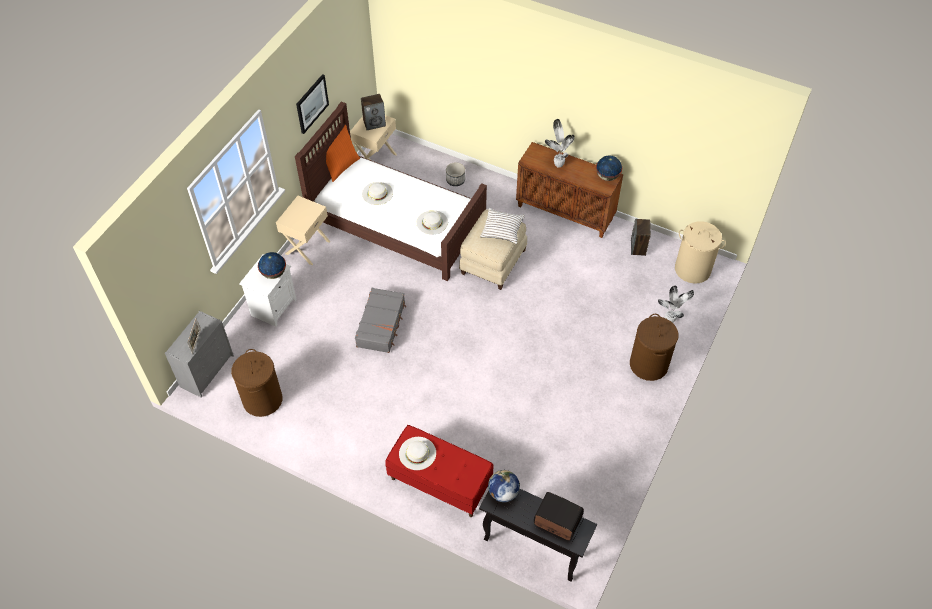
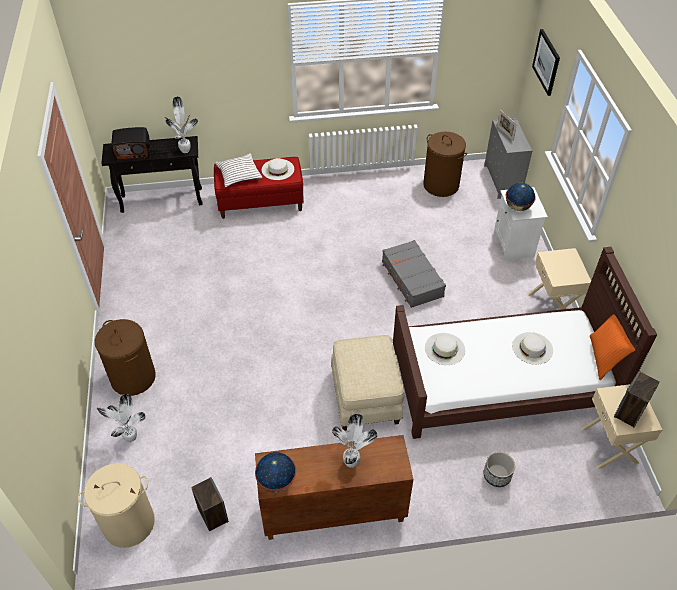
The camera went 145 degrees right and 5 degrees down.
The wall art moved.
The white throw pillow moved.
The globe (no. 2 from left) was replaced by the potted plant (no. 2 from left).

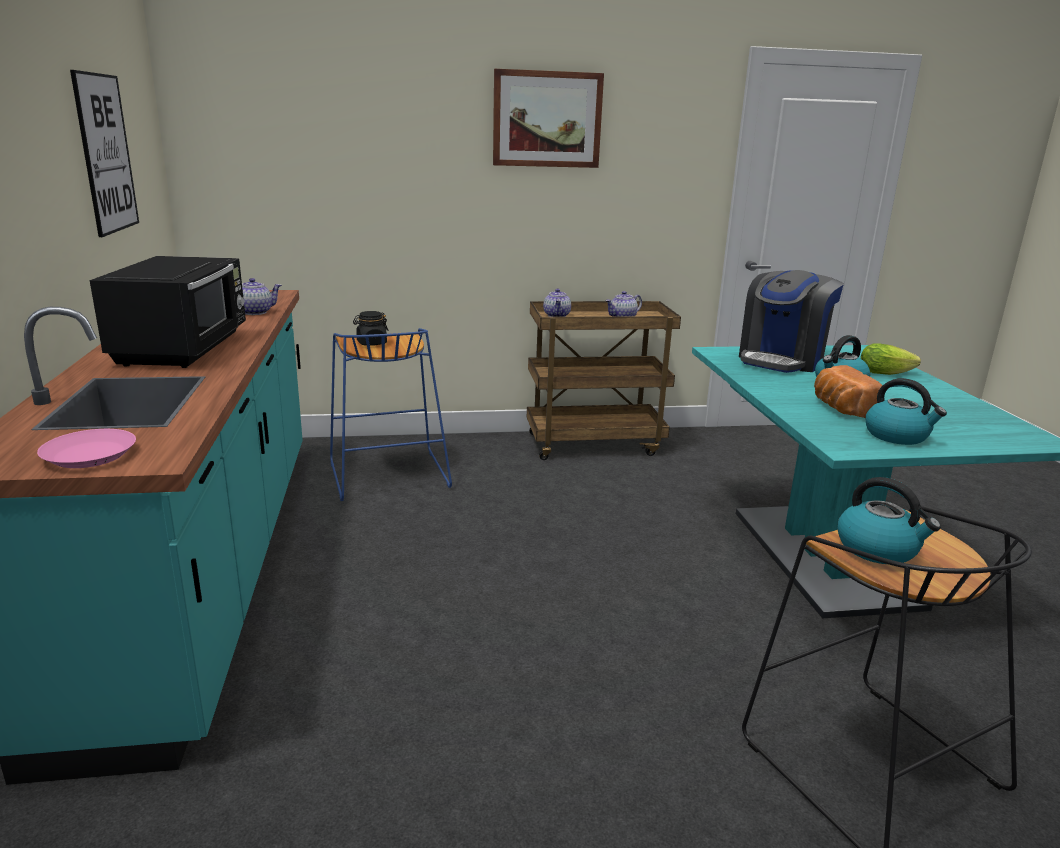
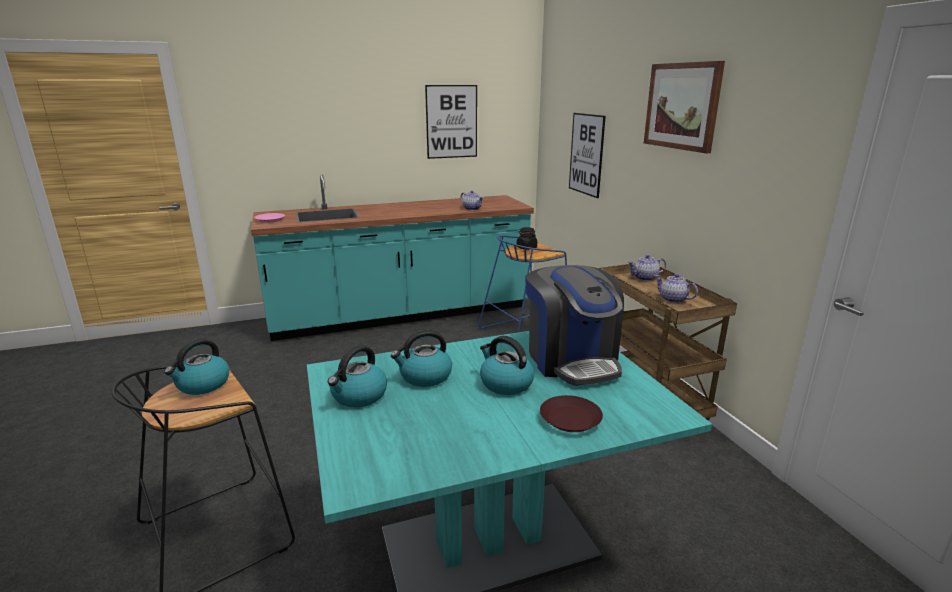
The camera went 80 degrees right and 0 degrees up.
The blackish microwave disappeared.
The wall art (no. 2 from left) appeared.
The bakery bread was replaced by the kettle (no. 3 from left).
The head of lettuce was replaced by the brownish dinner plate.
The coffee maker turned 135 degrees counterclockwise.

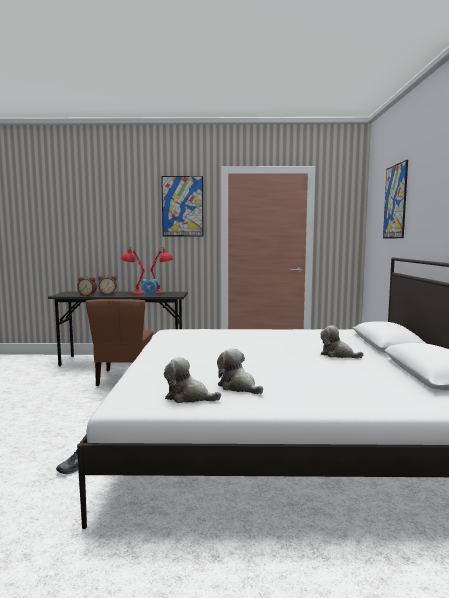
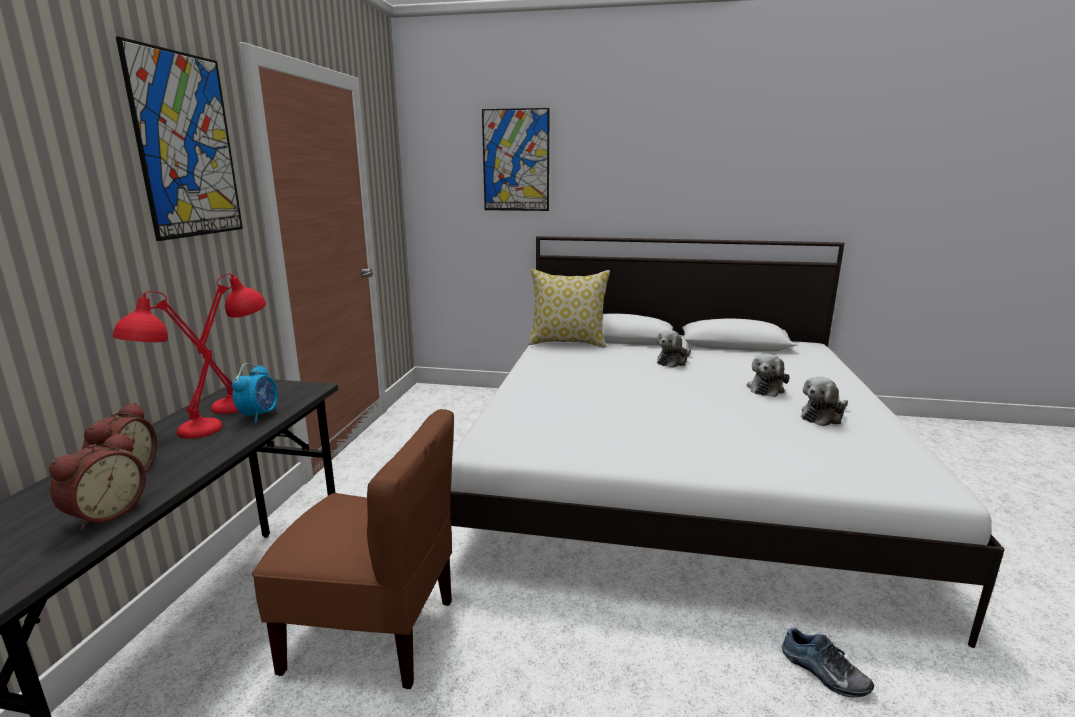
The camera went 80 degrees left and 10 degrees up.
The throw pillow appeared.
The cuddly toy (no. 1 from left in the first image) moved.

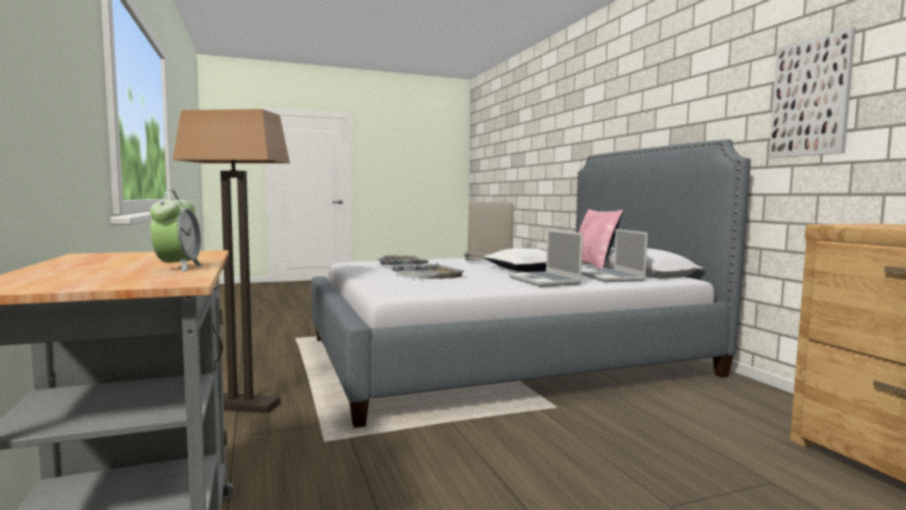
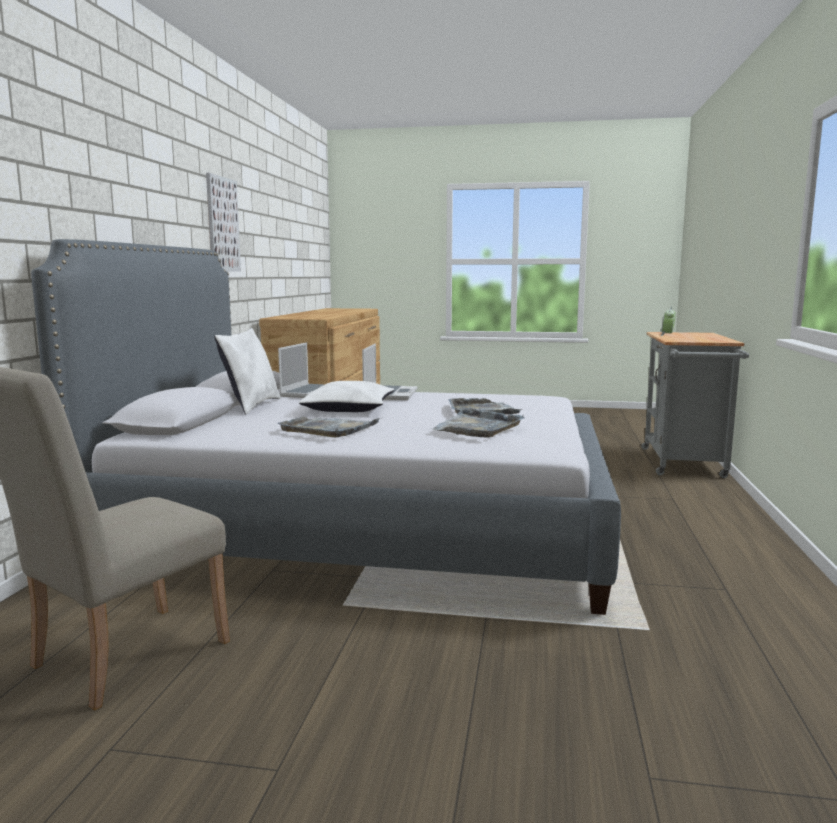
The camera went 150 degrees left and 5 degrees up.
The floor lamp disappeared.
The pink throw pillow became the white throw pillow (no. 1 from left).

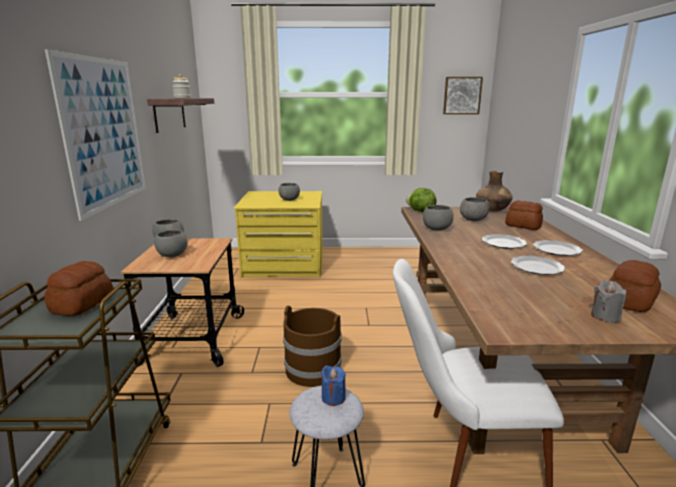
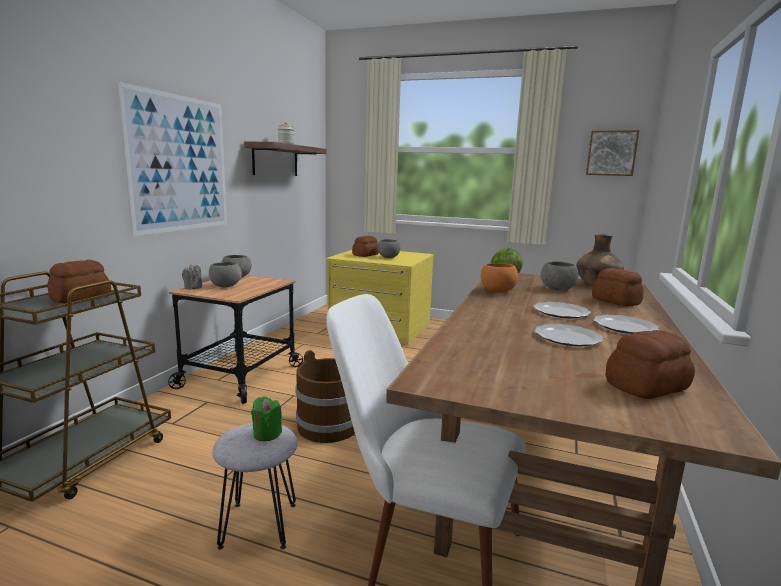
The camera went 20 degrees right and 5 degrees down.
The bakery bread (no. 2 from left) appeared.
The gray wax light moved.
The blue wax light became the green-coloured wax light.
The gray serving bowl (no. 4 from left) became the orange-coloured serving bowl.

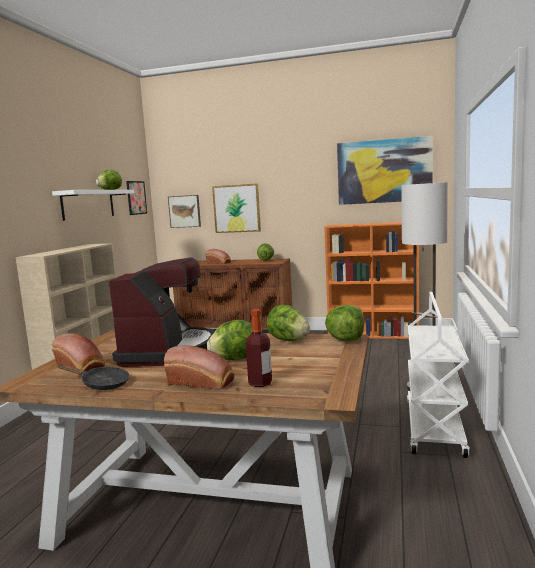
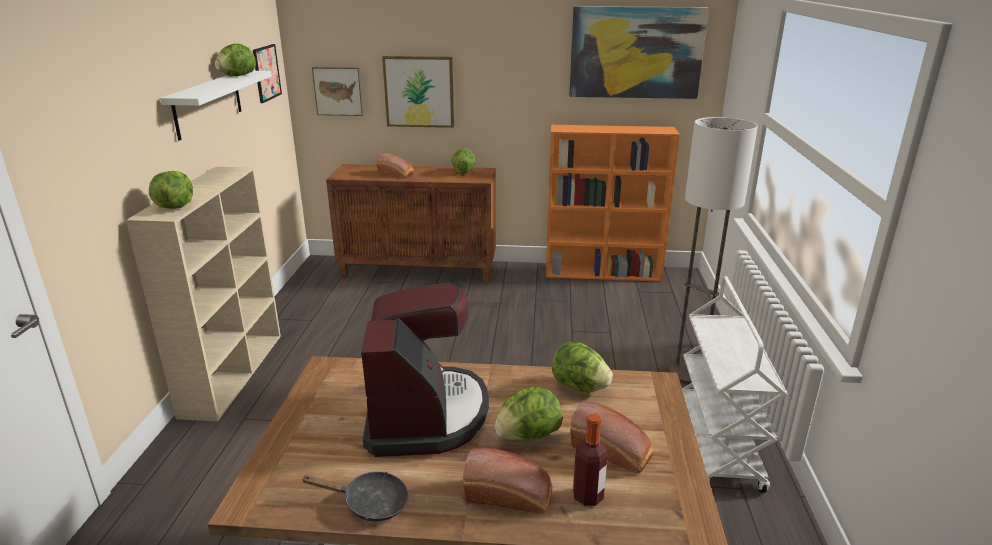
The camera went 10 degrees left and 15 degrees up.
The bakery bread (no. 1 from left in the first image) moved.
The head of lettuce (no. 5 from left in the first image) moved.

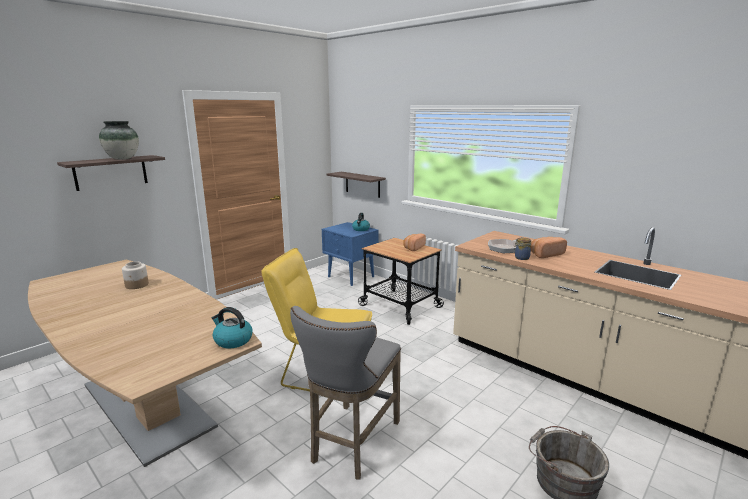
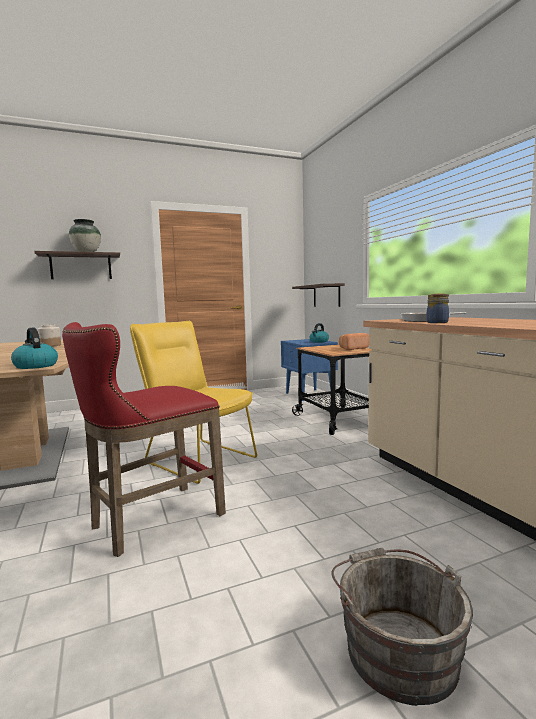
The camera went 25 degrees right and 10 degrees down.
The bakery bread (no. 2 from left) disappeared.
The gray sitting stool became the red-coloured sitting stool.

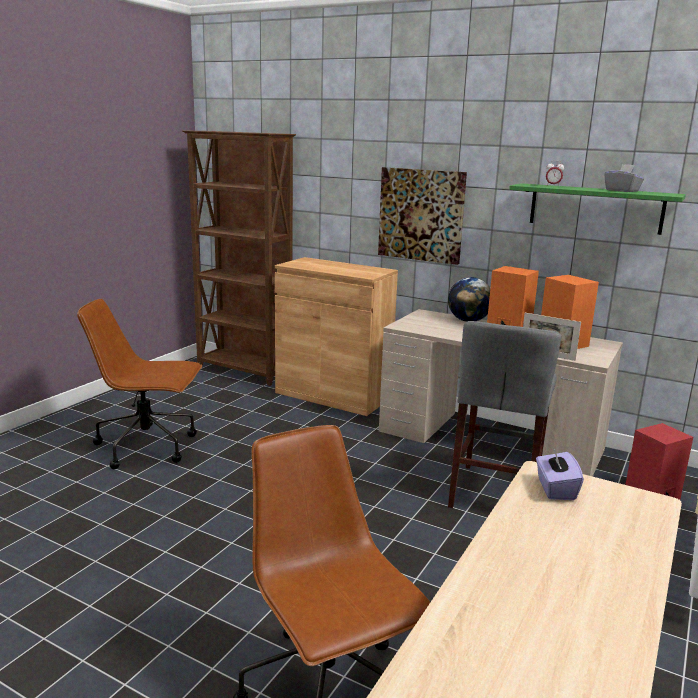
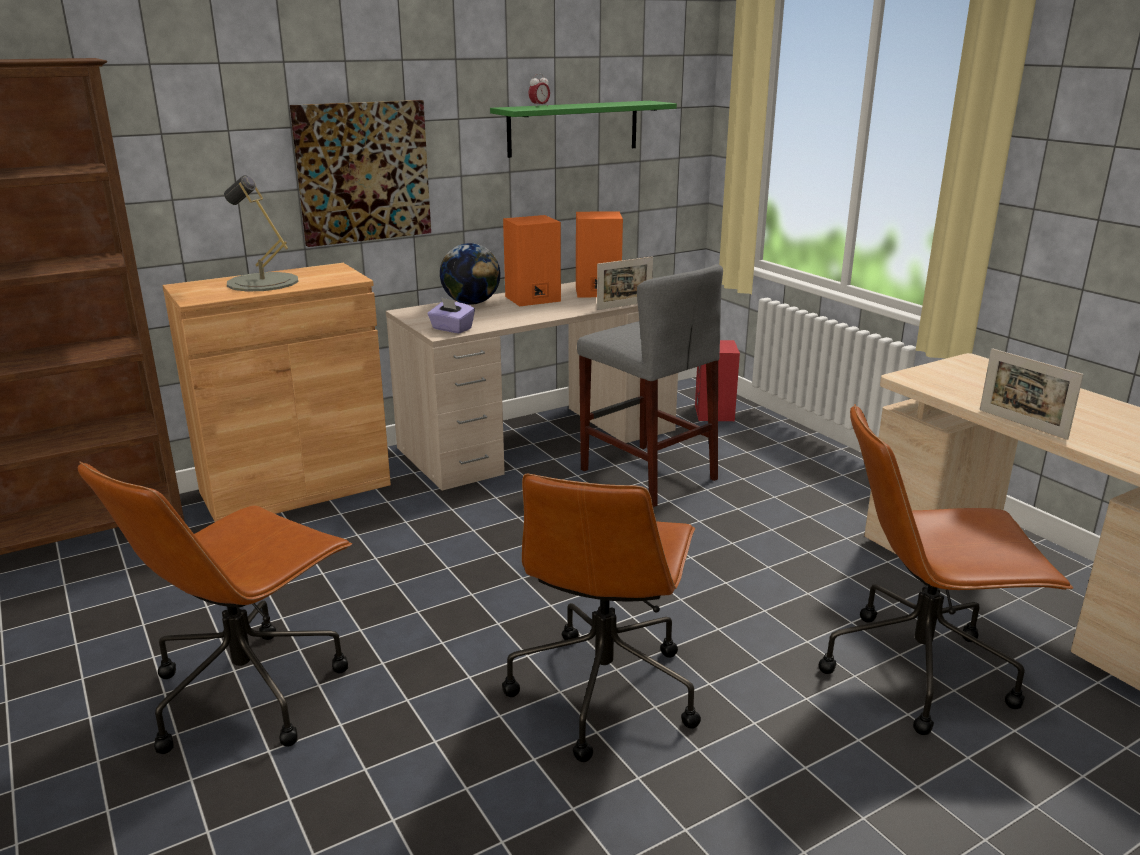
The camera went 60 degrees left and 5 degrees up.
The gray tissue box disappeared.
The gray lamp for a table appeared.
The brownish desk chair (no. 2 from left) appeared.
The picture frame (no. 2 from left) appeared.
The purple-coloured tissue box moved.

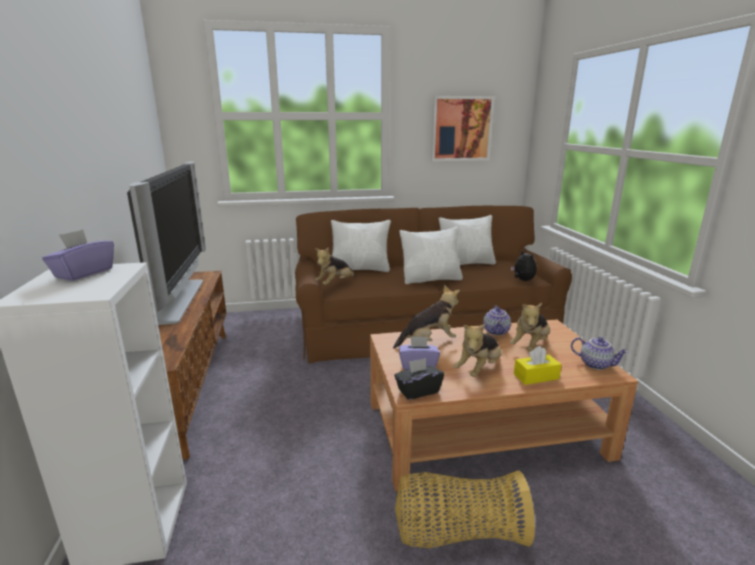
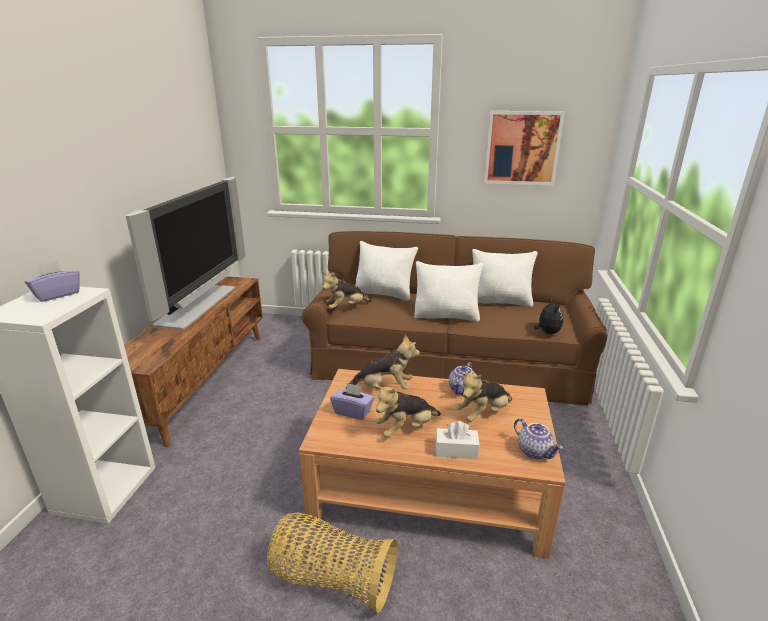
The camera went 20 degrees right and 5 degrees up.
The blackish tissue box disappeared.
The yellowish tissue box became the white tissue box.

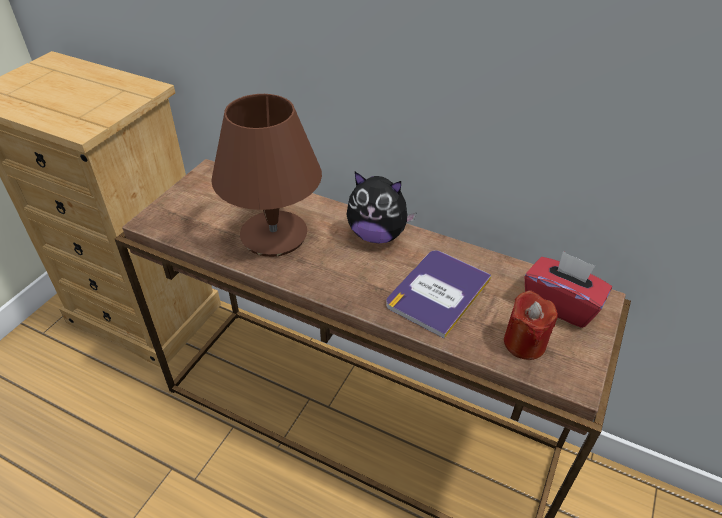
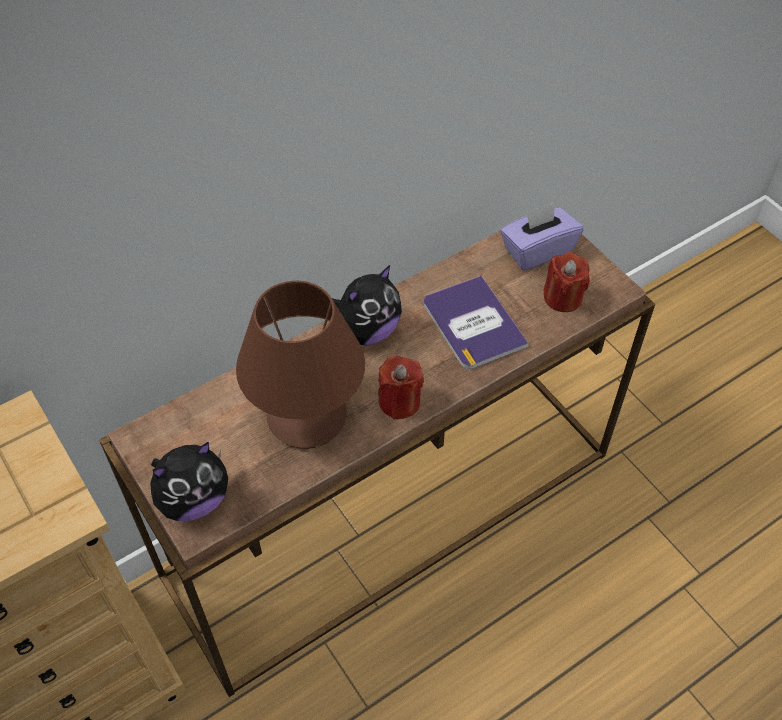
The camera went 60 degrees left and 10 degrees up.
The cuddly toy (no. 1 from left) appeared.
The red-coloured wax light (no. 1 from left) appeared.
The red-coloured tissue box became the purple-coloured tissue box.

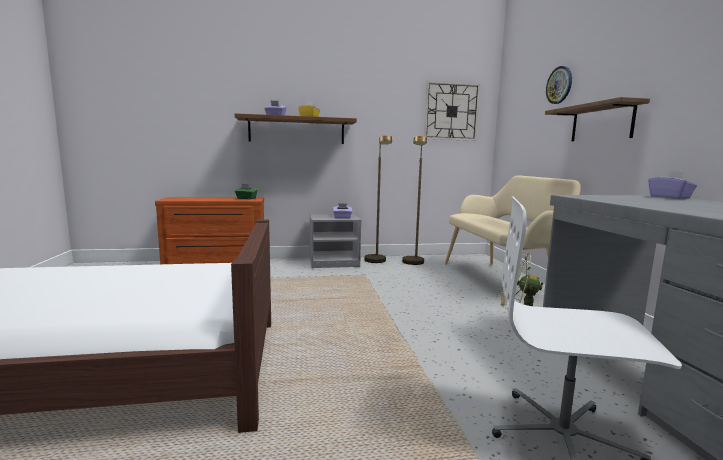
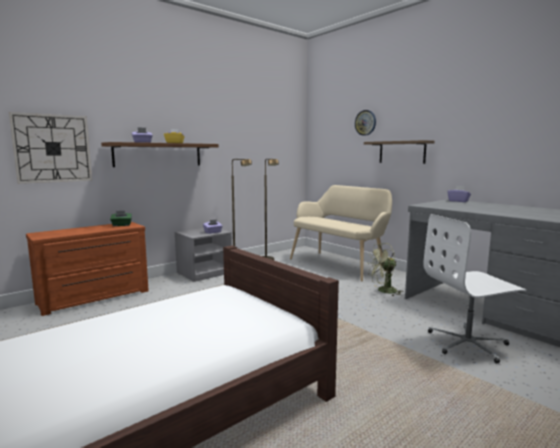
The camera went 30 degrees left and 0 degrees up.
The wall clock (no. 1 from left) moved.

